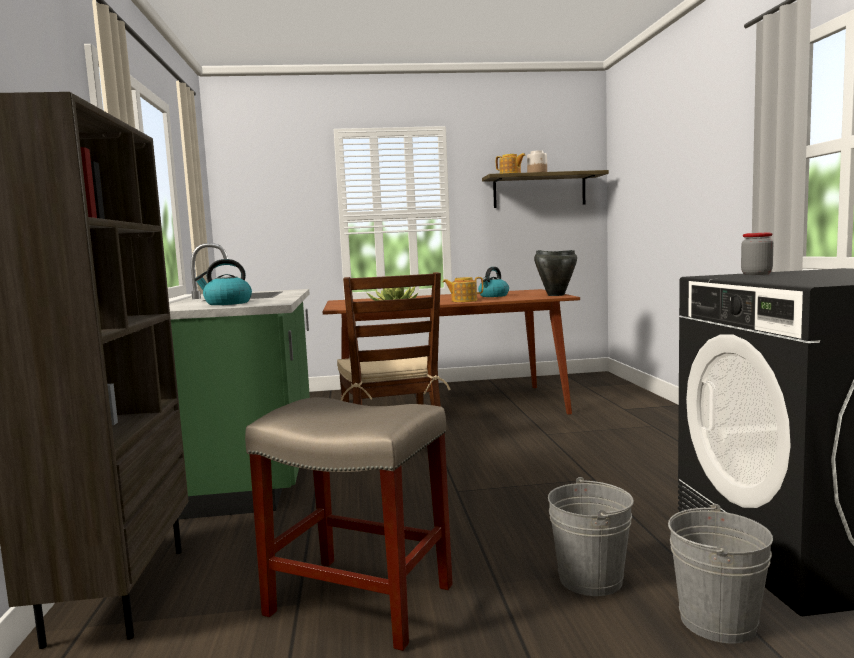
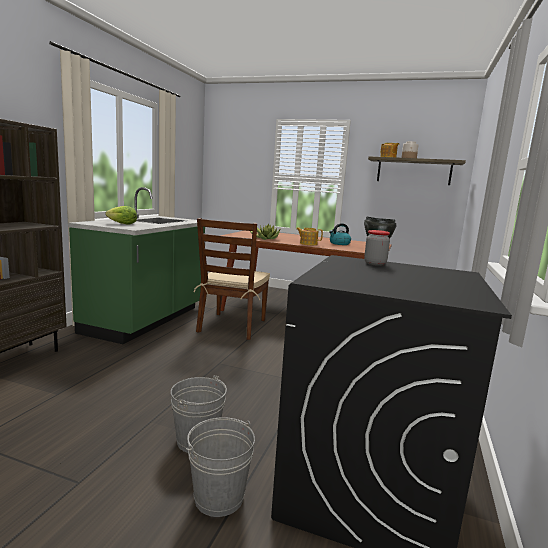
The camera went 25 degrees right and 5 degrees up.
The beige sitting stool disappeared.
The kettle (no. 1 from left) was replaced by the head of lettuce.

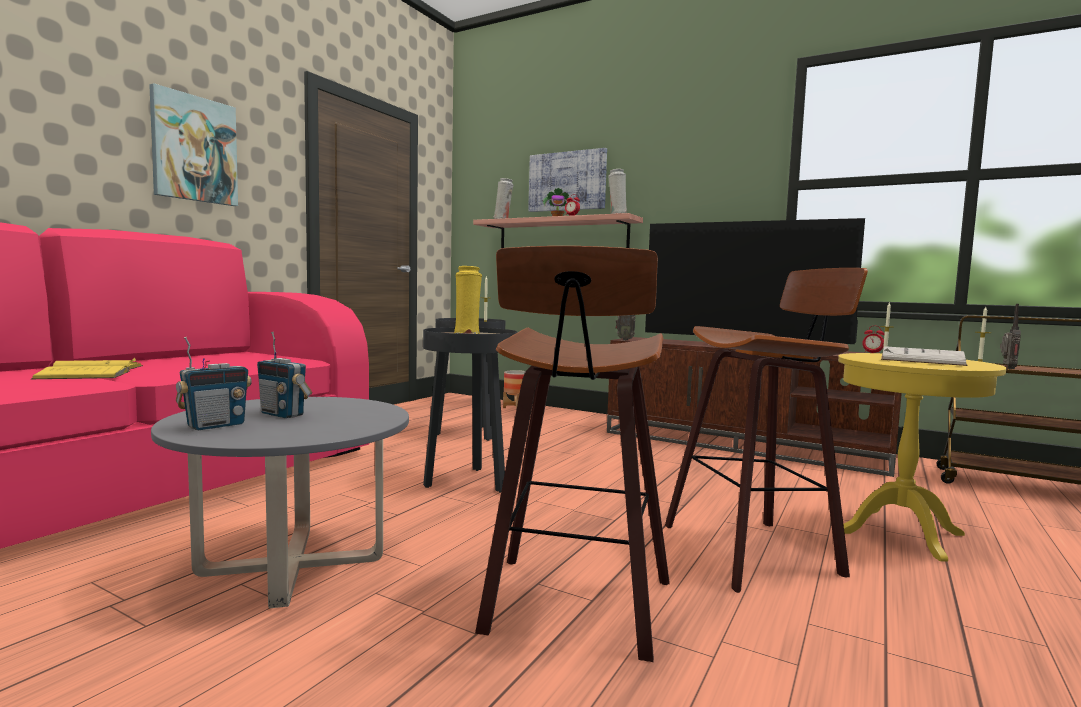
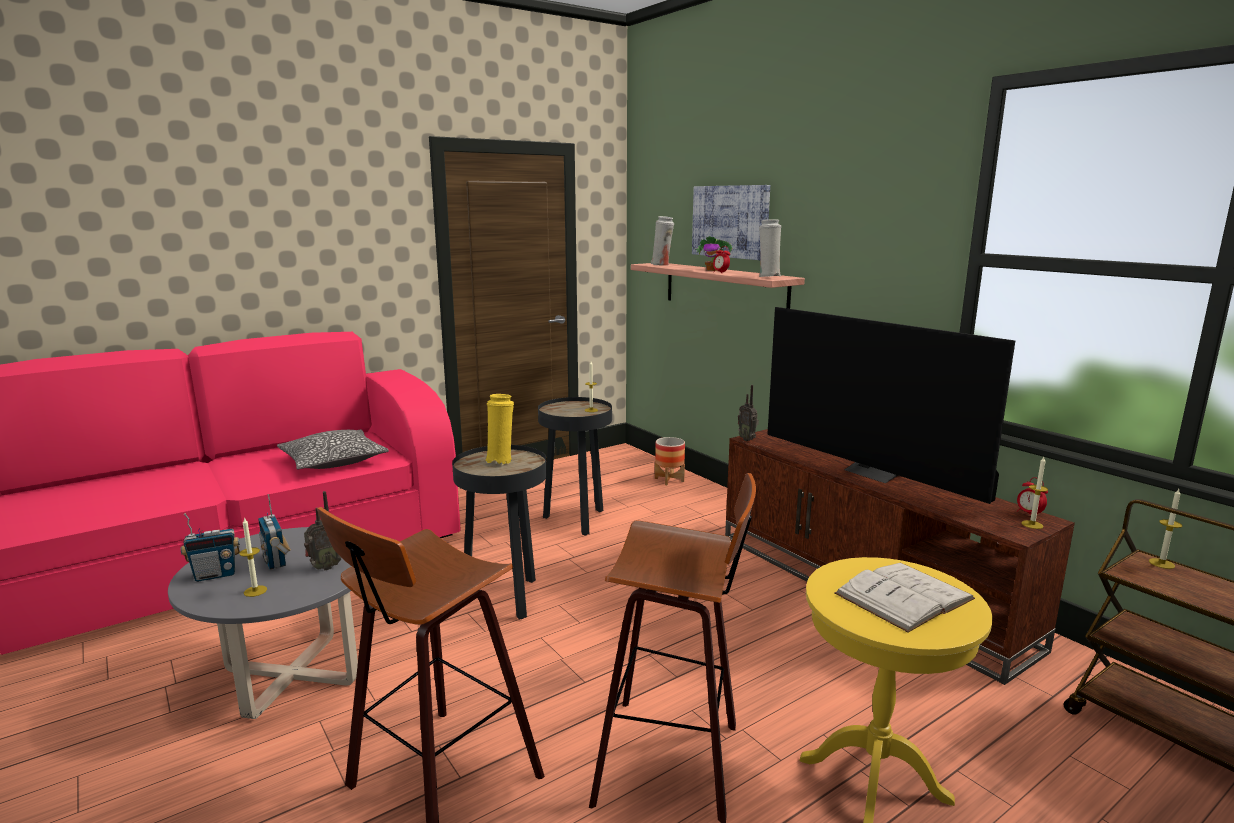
The camera went 25 degrees right and 10 degrees up.
The yellowish bound book disappeared.
The wall art (no. 1 from left) disappeared.
The wax light (no. 1 from left) appeared.
The throw pillow appeared.
The radio receiver (no. 4 from left in the first image) moved.

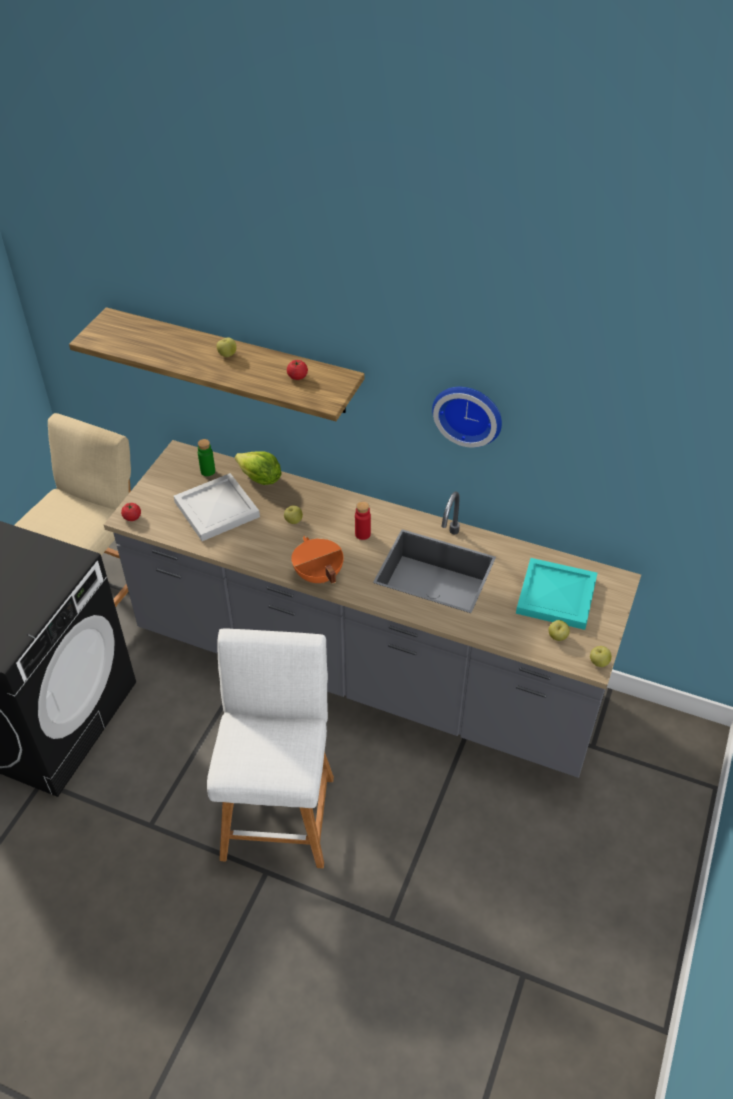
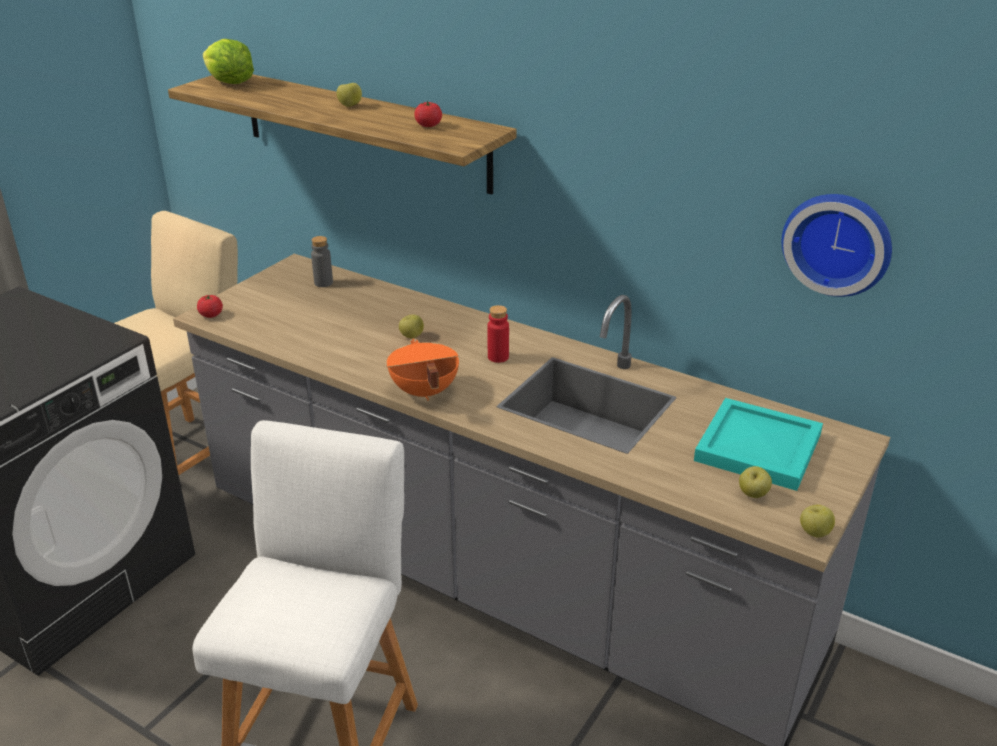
The camera went 10 degrees right and 15 degrees down.
The white tray disappeared.
The head of lettuce moved.
The wall clock moved.
The green-coloured bottle became the gray bottle.

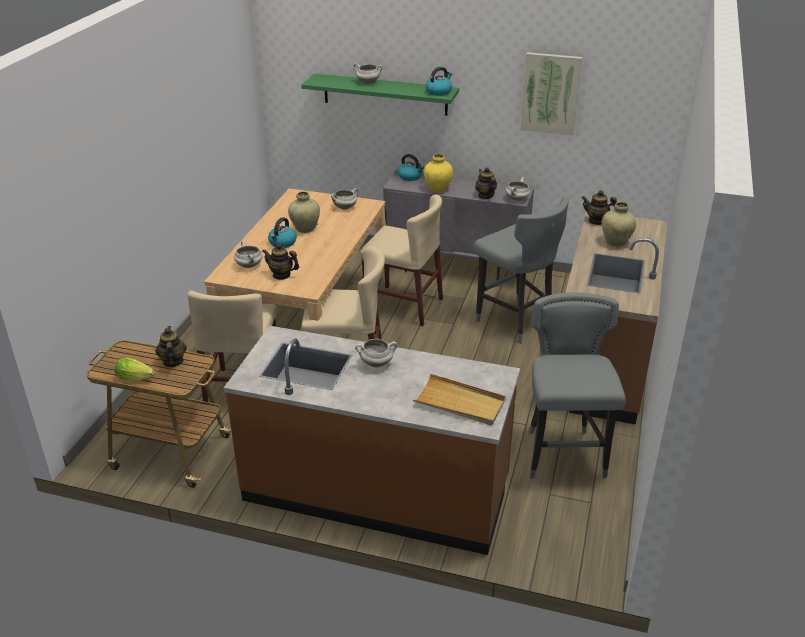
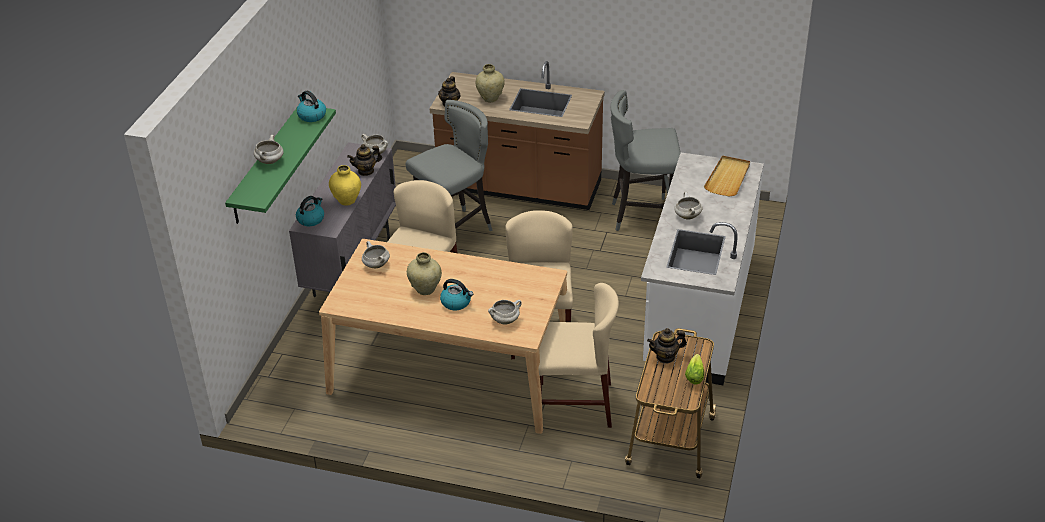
The camera went 90 degrees left and 5 degrees up.
The pot for tea (no. 2 from left) disappeared.
The wall art disappeared.
The brownish kitchen counter (no. 1 from left) became the white kitchen counter.

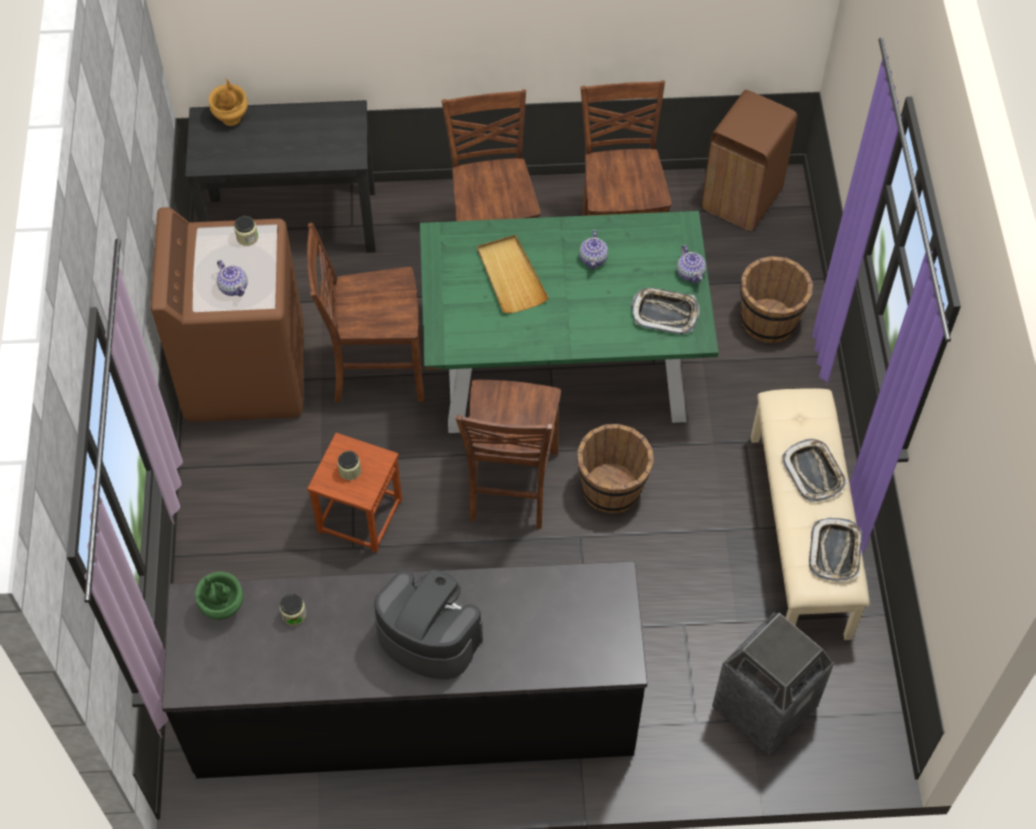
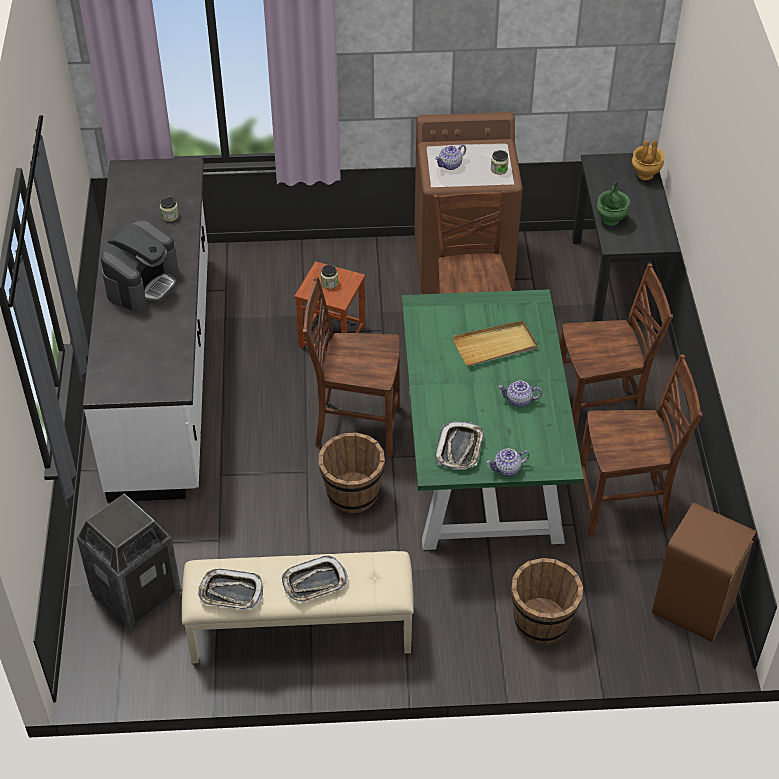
The camera went 90 degrees right and 10 degrees down.
The green-coloured vase moved.
The blackish kitchen counter became the white kitchen counter.

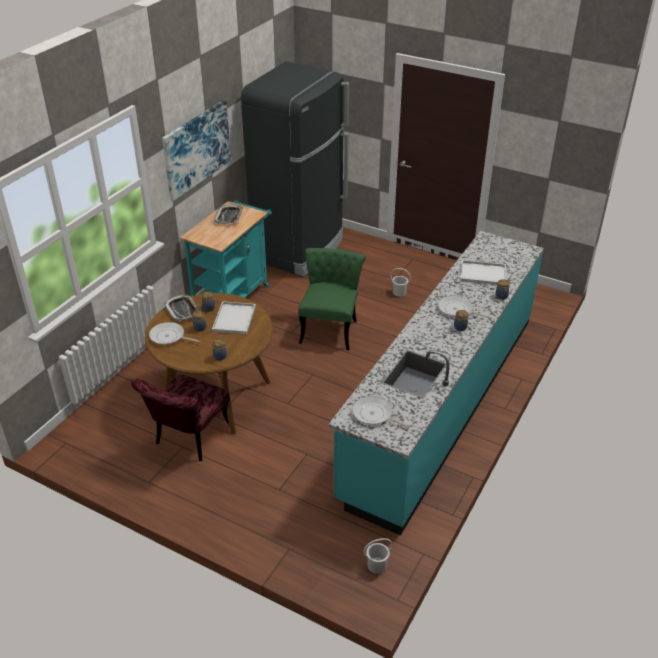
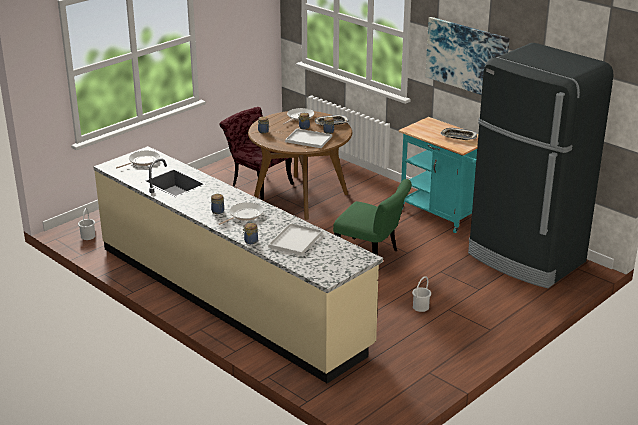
The camera went 105 degrees right and 10 degrees down.
The turquoise kitchen counter became the beige kitchen counter.

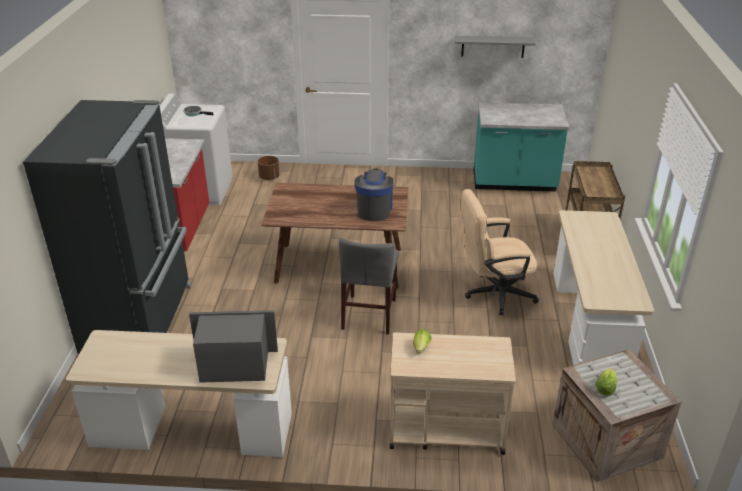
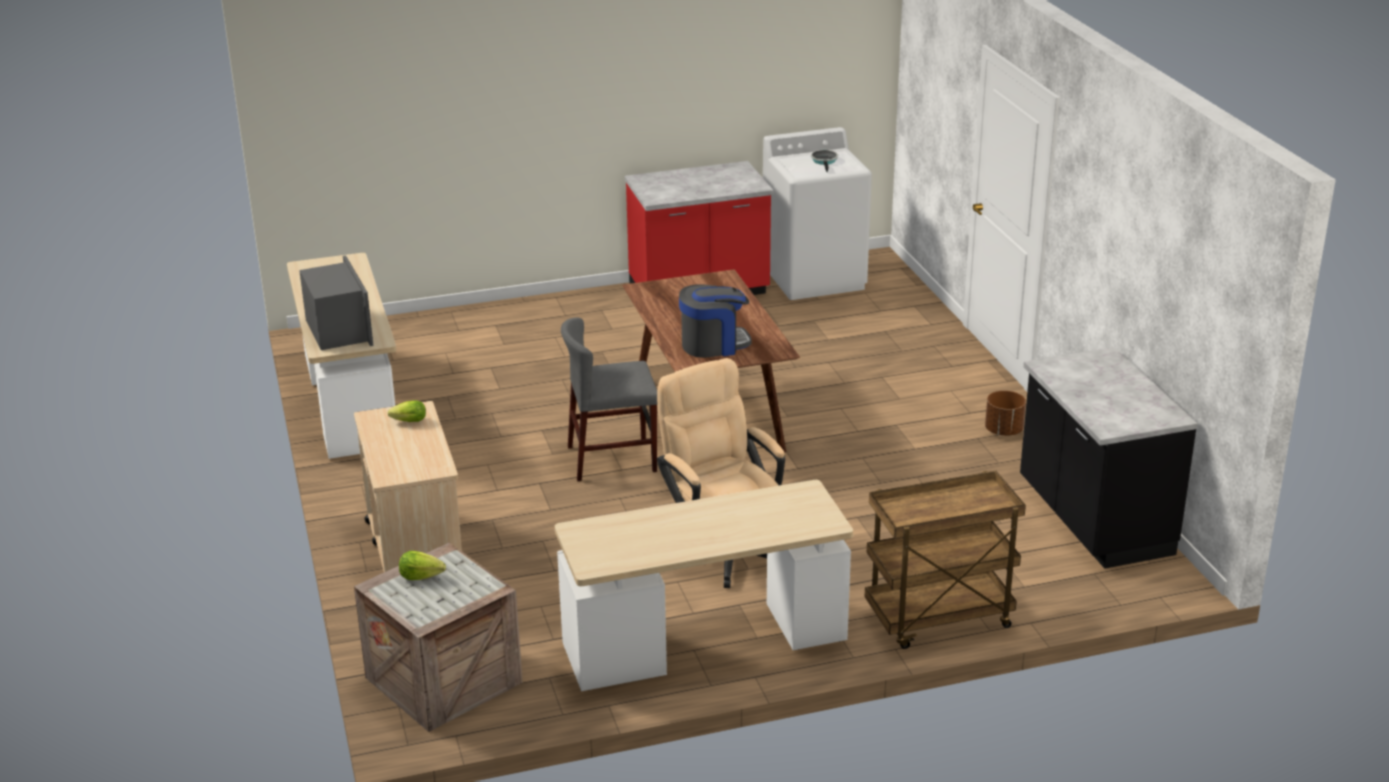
The camera went 70 degrees right and 5 degrees down.
The blackish kitchen fridge disappeared.
The gray bracket shelf disappeared.
The brownish flower pot moved.
The turquoise kitchen counter became the blackish kitchen counter.

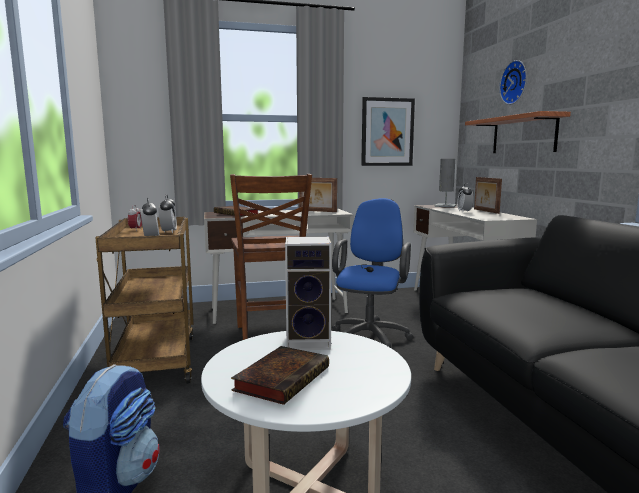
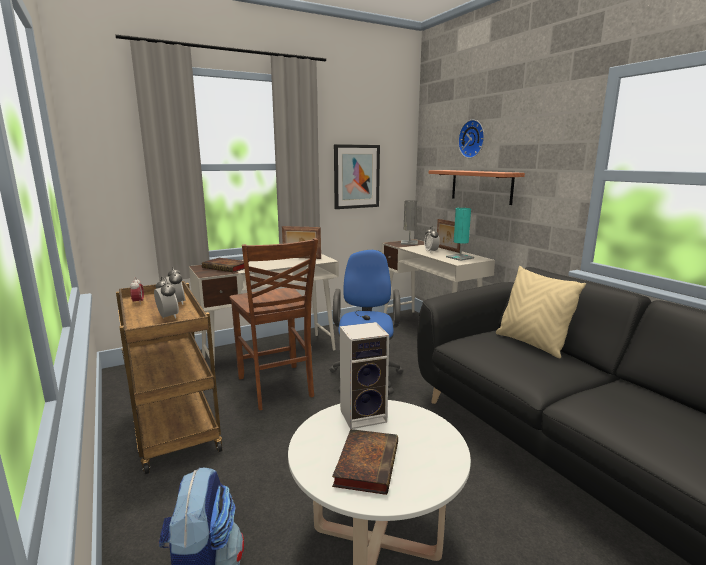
The camera went 15 degrees left and 5 degrees up.
The turquoise lamp for a table appeared.
The beige throw pillow appeared.

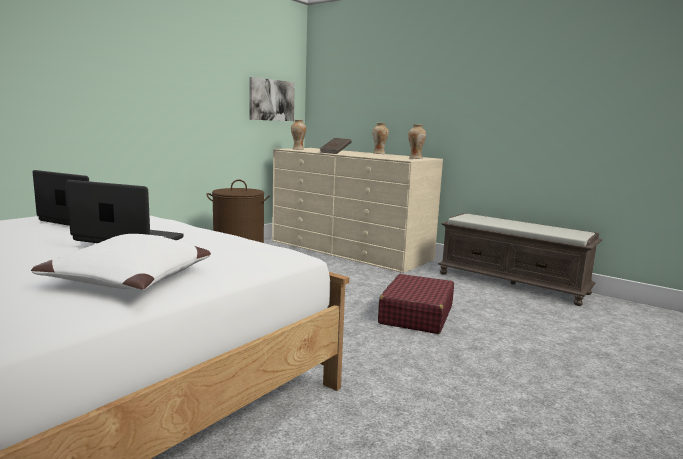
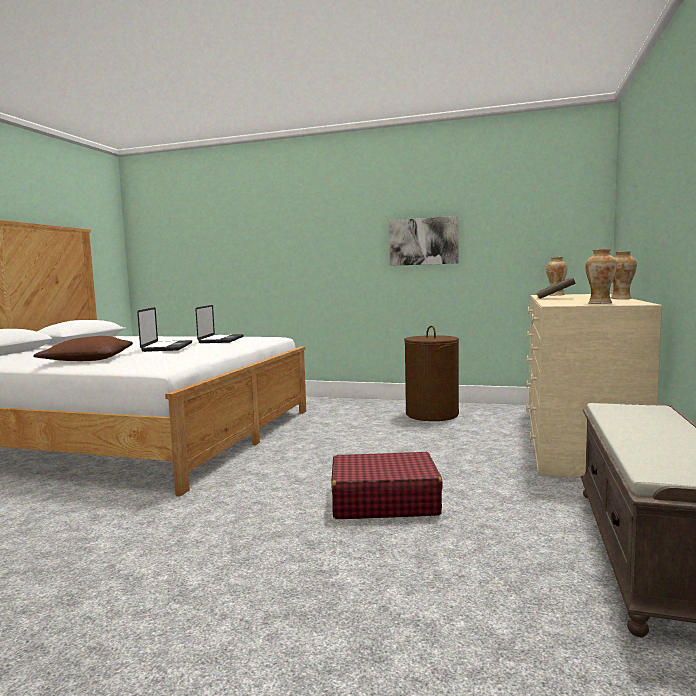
The camera went 70 degrees right and 5 degrees down.
The wall art moved.
The white throw pillow became the brownish throw pillow.

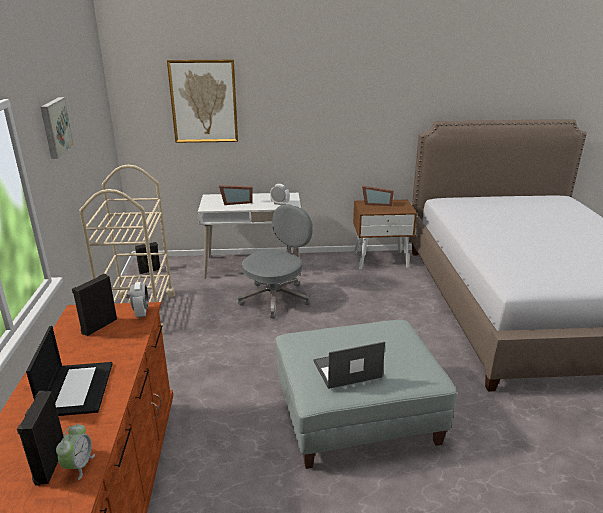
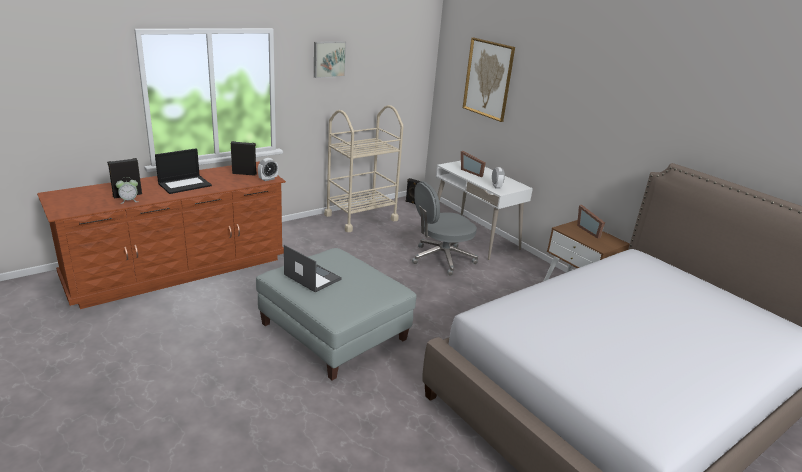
The camera went 55 degrees right and 0 degrees up.
The gray desk chair turned 150 degrees clockwise.

